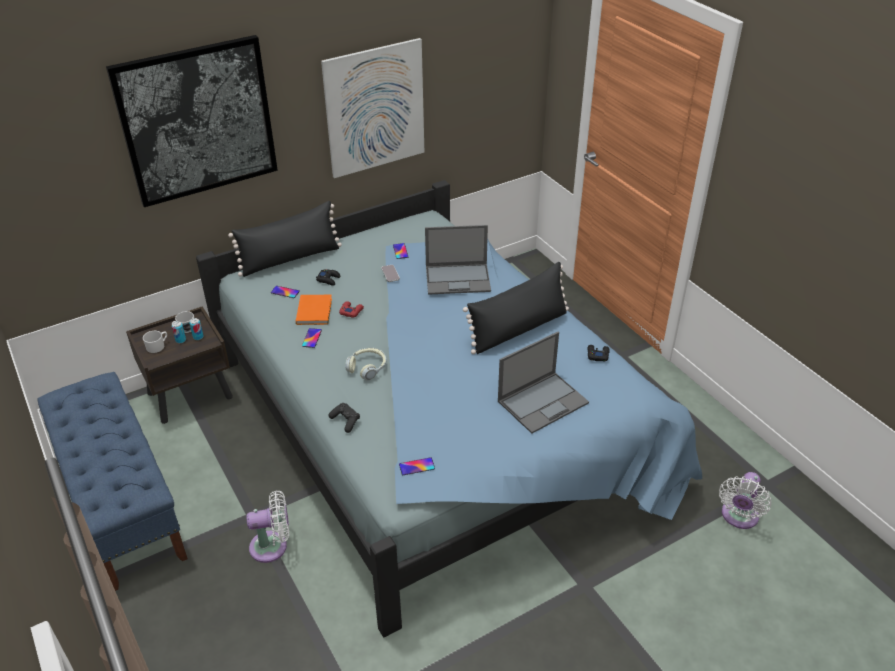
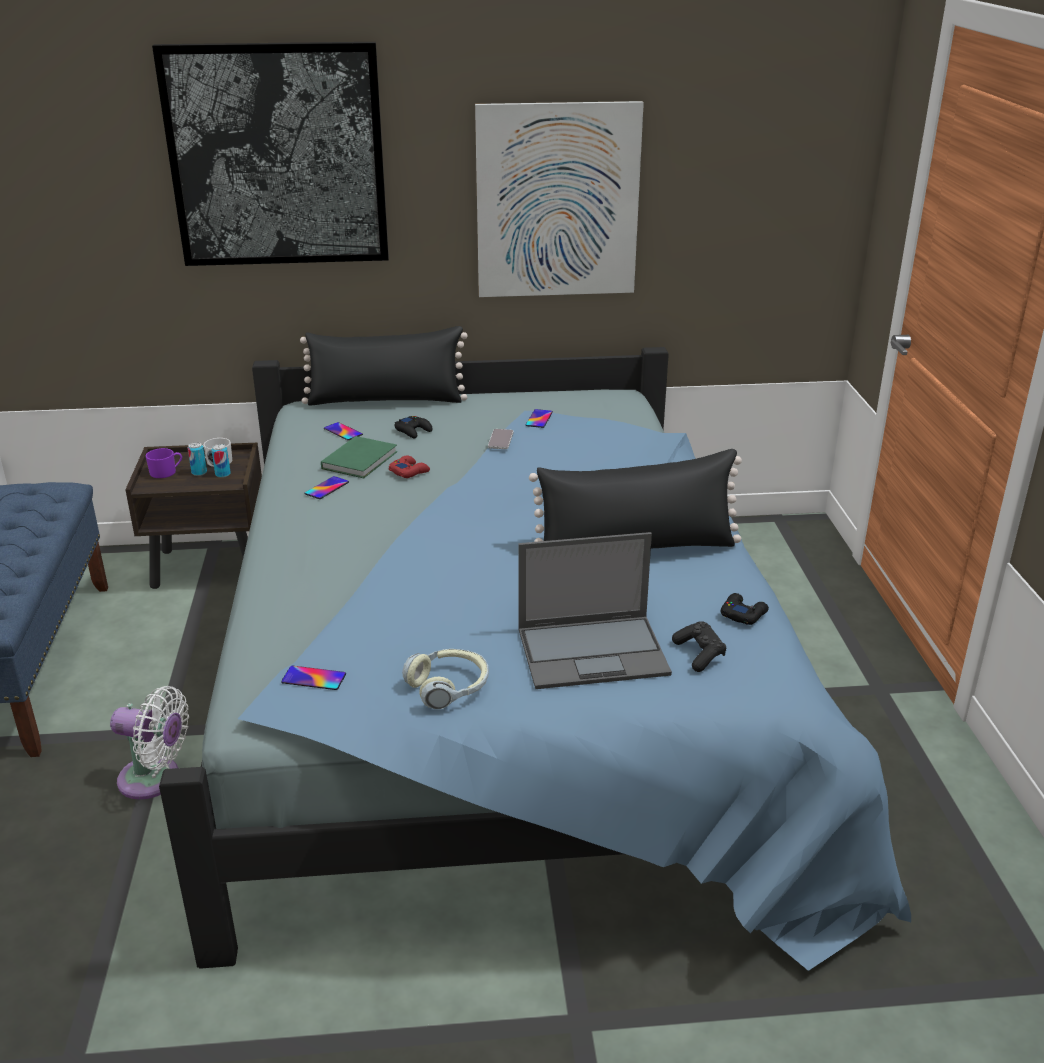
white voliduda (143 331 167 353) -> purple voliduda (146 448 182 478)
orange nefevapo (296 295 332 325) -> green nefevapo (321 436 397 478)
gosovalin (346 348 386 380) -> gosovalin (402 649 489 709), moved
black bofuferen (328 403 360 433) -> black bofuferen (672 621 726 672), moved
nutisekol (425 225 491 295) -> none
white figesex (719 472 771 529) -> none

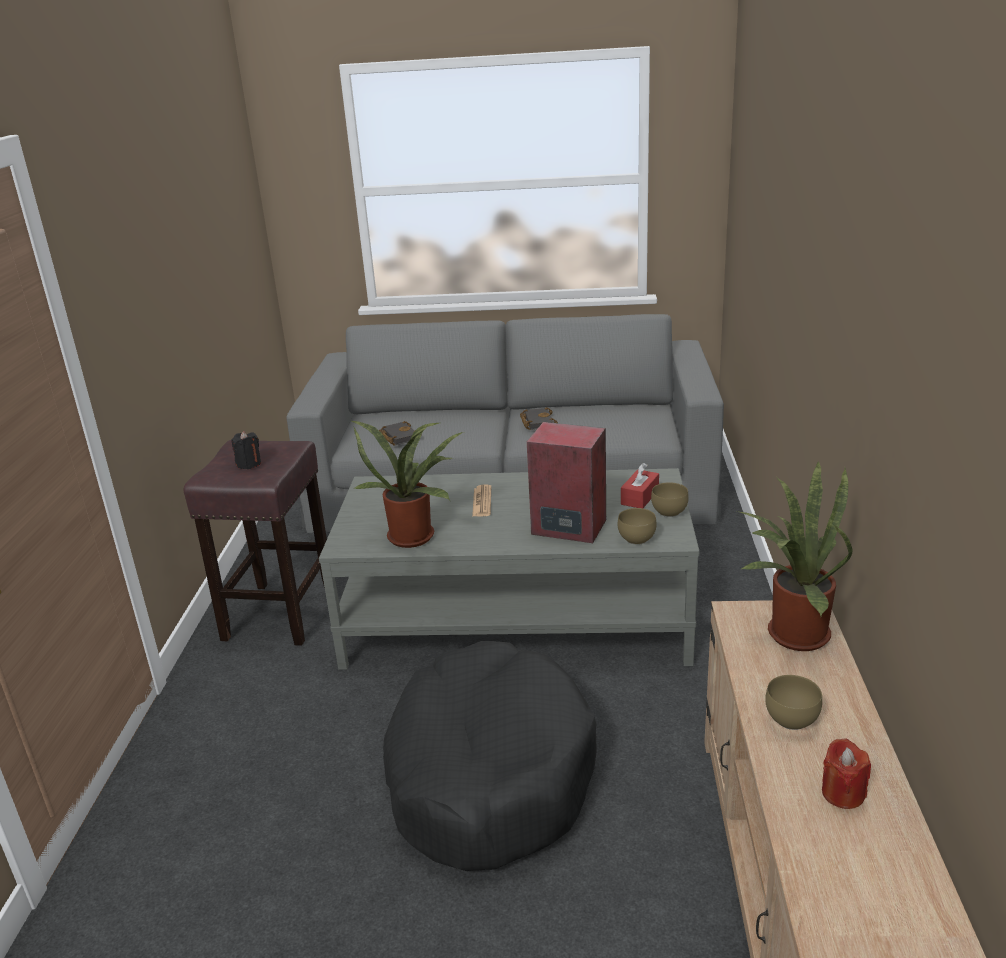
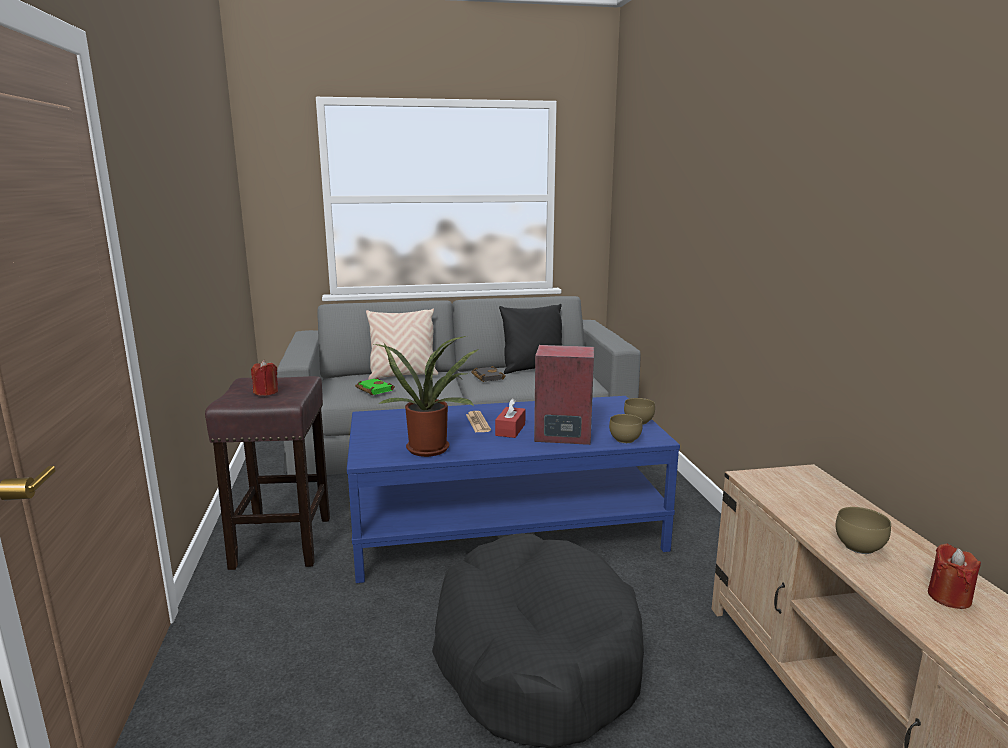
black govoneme (232 431 261 469) -> red govoneme (251 360 278 396)
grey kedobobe (319 468 699 670) -> blue kedobobe (347 396 680 583)
black nefevapo (379 421 422 445) -> green nefevapo (355 377 395 395)
none -> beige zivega (366 309 438 380)
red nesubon (621 463 659 508) -> red nesubon (495 398 525 438), moved
none -> black zivega (499 304 562 374)
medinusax (737 460 852 651) -> none

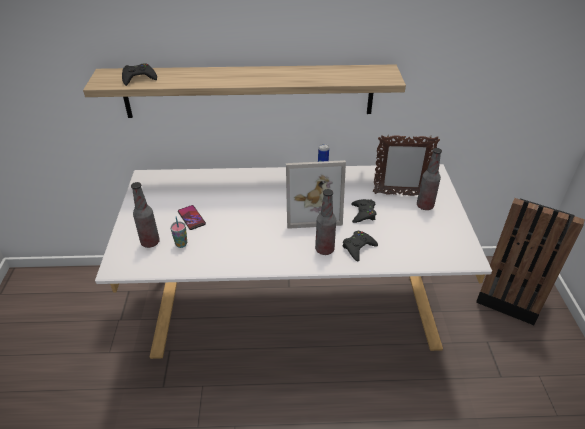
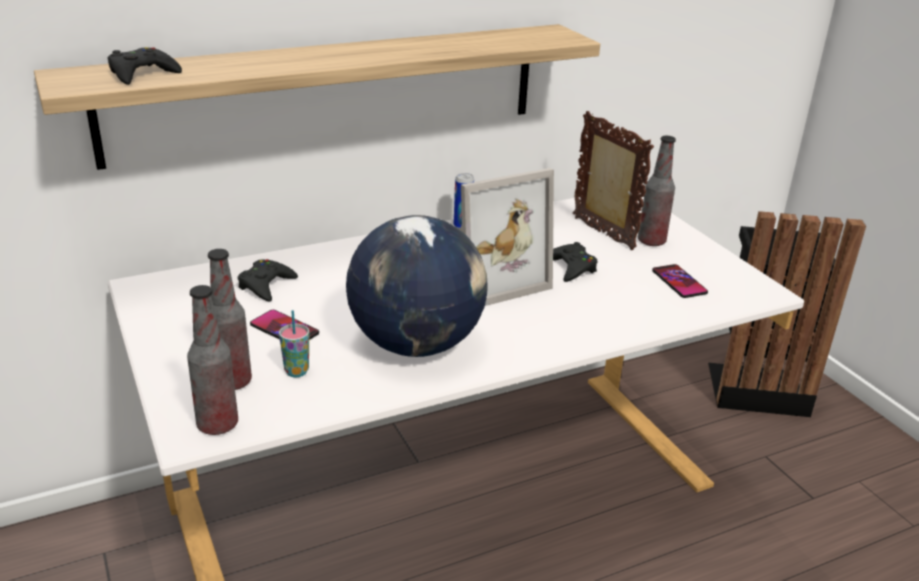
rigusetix (315 189 336 255) -> rigusetix (187 285 238 435), moved
black bofuferen (342 231 378 261) -> black bofuferen (238 259 298 302), moved
none -> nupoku (346 215 488 357)
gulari (373 135 440 196) -> gulari (573 111 654 250), 105 degrees counterclockwise
none -> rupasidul (652 264 708 298)

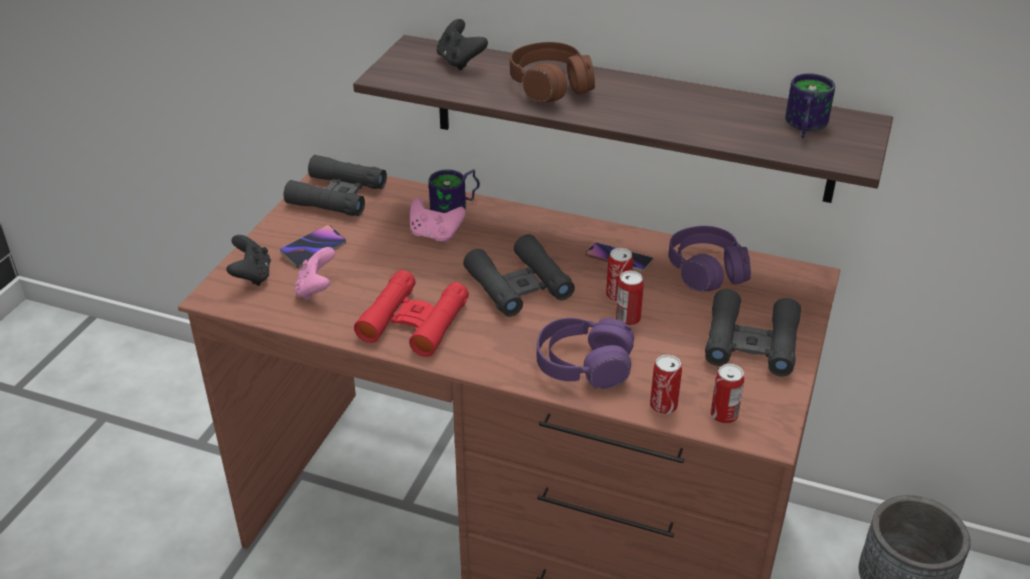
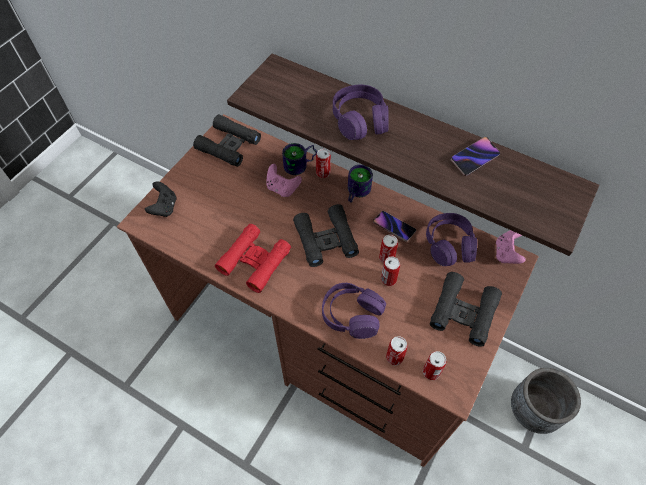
none -> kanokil (316 148 331 178)
brown gosovalin (510 42 595 102) -> purple gosovalin (333 85 389 140)
voliduda (785 73 835 138) -> voliduda (348 165 373 203), moved
rupasidul (280 225 346 268) -> rupasidul (450 137 500 176), moved
pink bofuferen (295 247 335 301) -> pink bofuferen (496 230 526 264), moved
black bofuferen (437 19 488 70) -> none

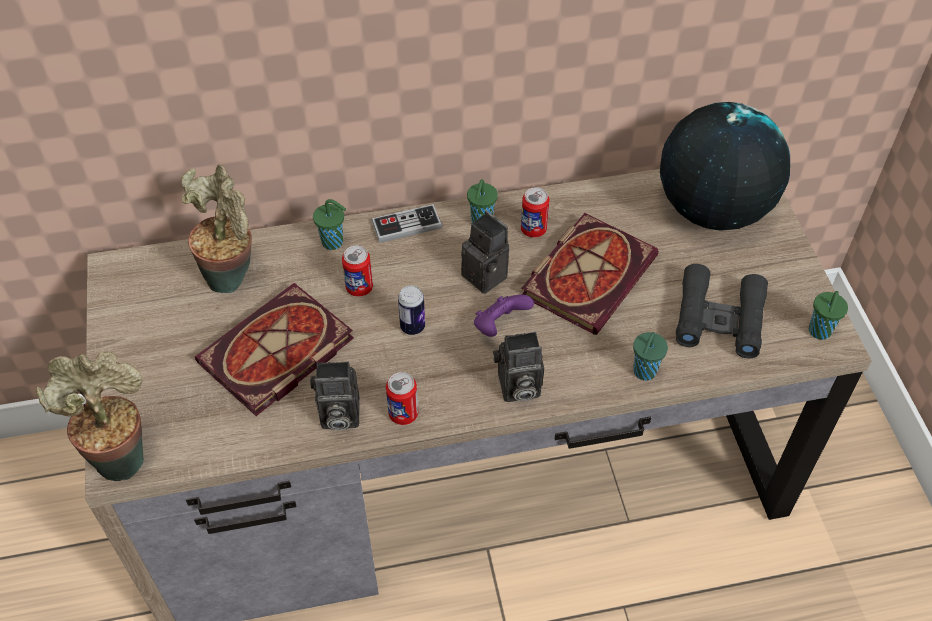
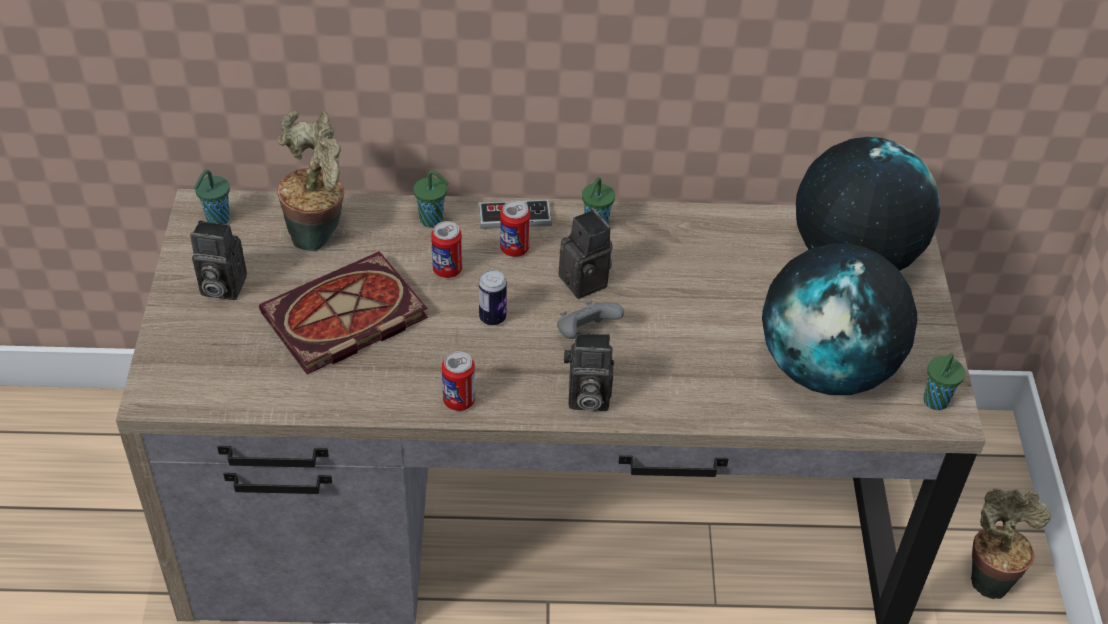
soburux (310 361 360 430) -> soburux (190 221 247 300), moved
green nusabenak (633 332 668 381) -> green nusabenak (194 170 230 224), moved
kanokil (521 187 549 238) -> kanokil (500 201 530 257), moved
purple bofuferen (474 295 534 337) -> grey bofuferen (557 300 624 339)
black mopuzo (676 264 768 358) -> nupoku (762 244 917 395)
medinusax (36 351 144 481) -> medinusax (971 488 1051 599), moved
nefevapo (521 213 659 335) -> none

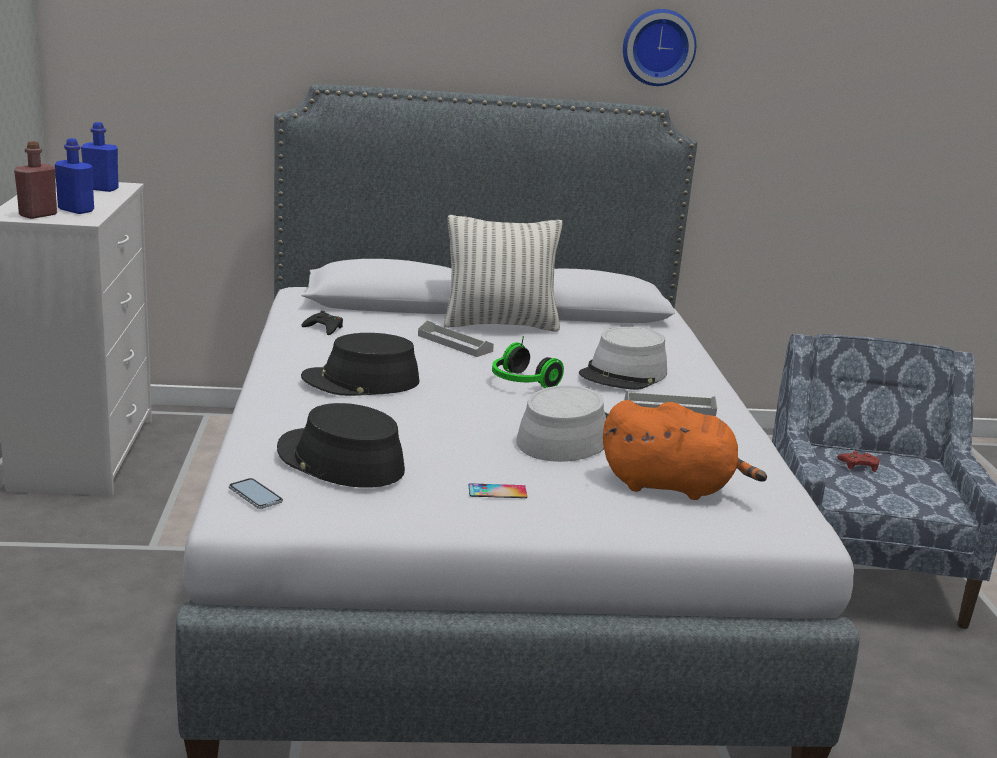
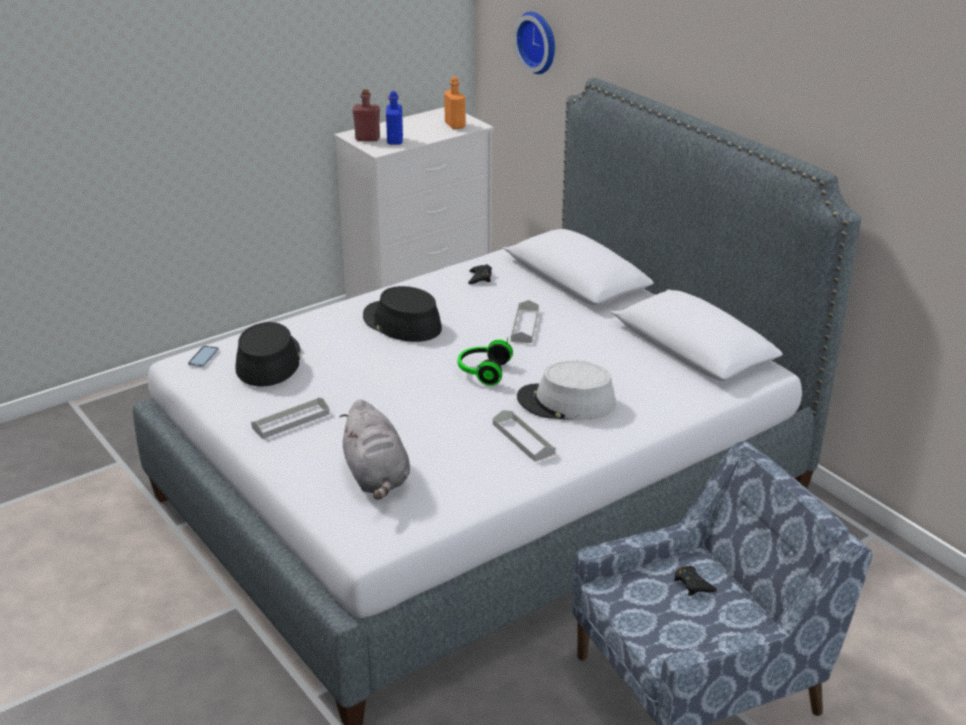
rupasidul (469 483 527 498) -> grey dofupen (251 398 330 439)
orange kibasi (603 400 767 500) -> grey kibasi (340 399 410 500)
blue rigusetix (81 122 119 192) -> orange rigusetix (444 77 465 129)
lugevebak (623 9 696 86) -> lugevebak (513 12 555 74), moved
red bofuferen (837 451 879 472) -> black bofuferen (674 566 717 596)
zivega (443 215 563 332) -> none
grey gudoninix (516 385 609 462) -> none

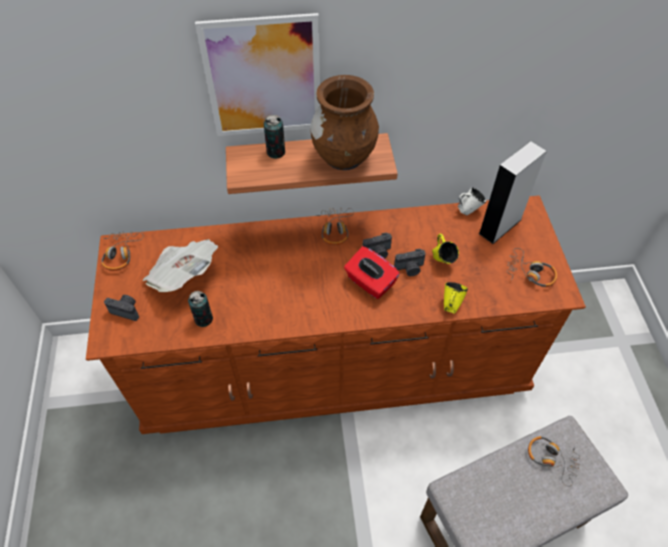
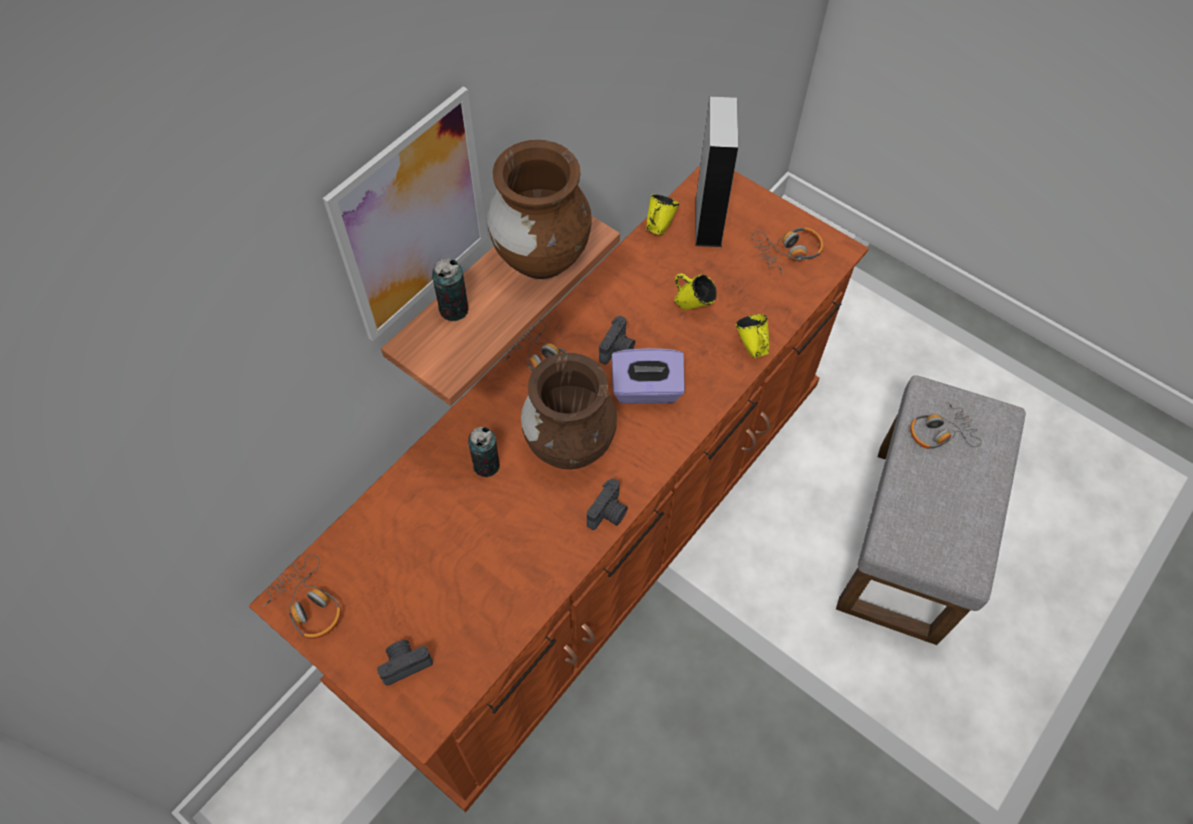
kanokil (188 291 213 327) -> kanokil (468 427 500 477), moved
none -> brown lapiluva (521 353 617 469)
soburux (394 249 426 276) -> soburux (587 478 628 530), moved
red nesubon (344 246 400 299) -> purple nesubon (611 348 685 404)
white voliduda (458 187 486 216) -> yellow voliduda (647 194 679 235)
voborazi (143 239 218 292) -> none

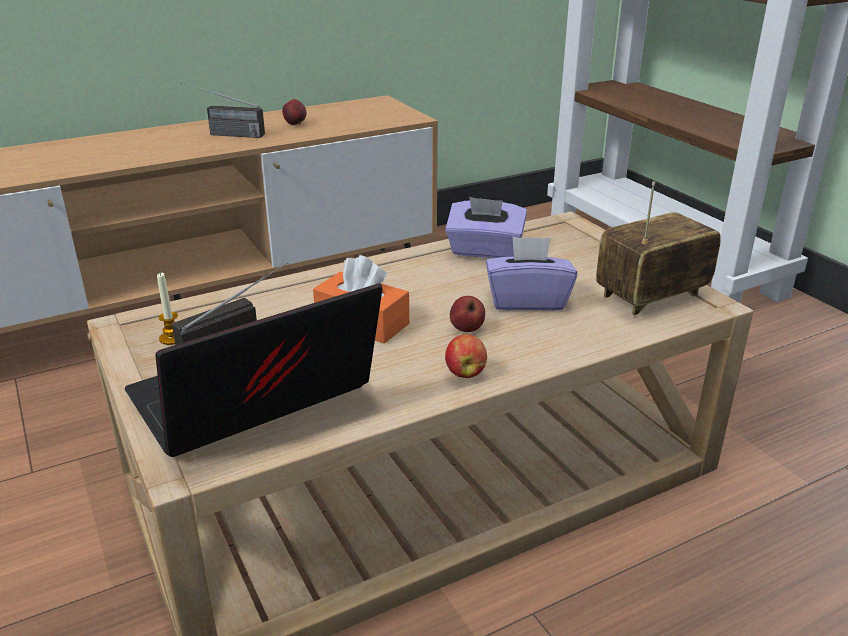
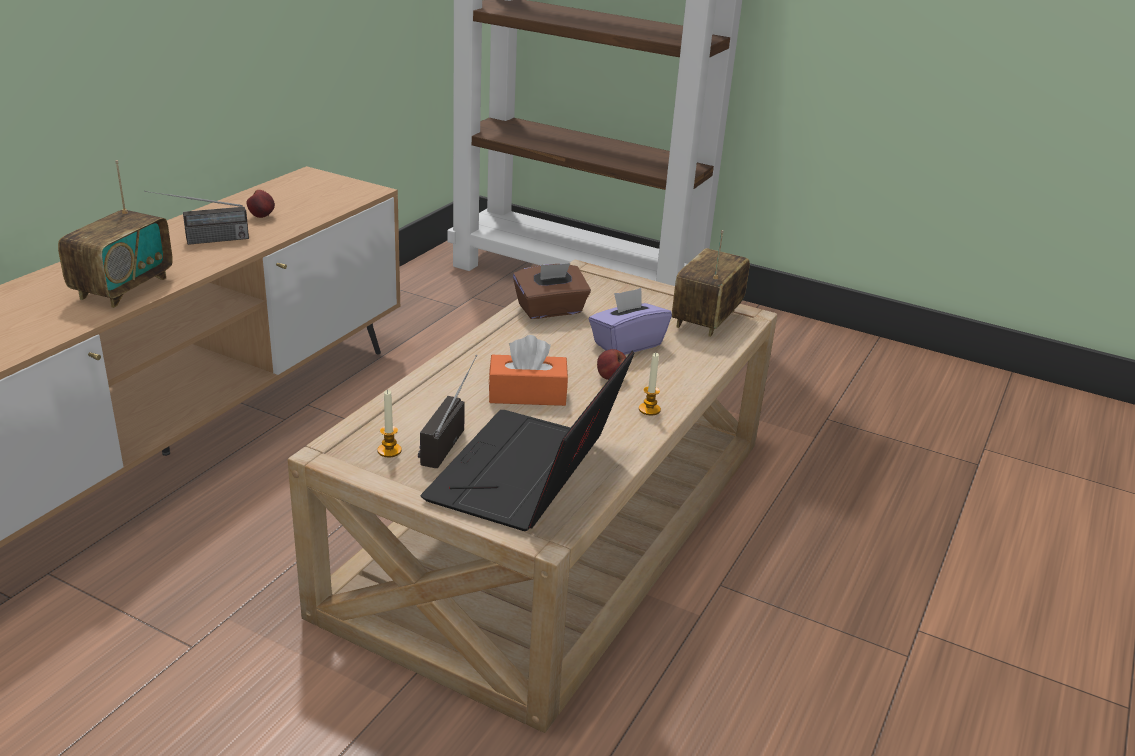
none -> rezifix (58 160 173 308)
purple nesubon (445 197 527 258) -> brown nesubon (513 263 591 319)
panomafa (445 334 487 378) -> govoneme (639 353 661 416)

